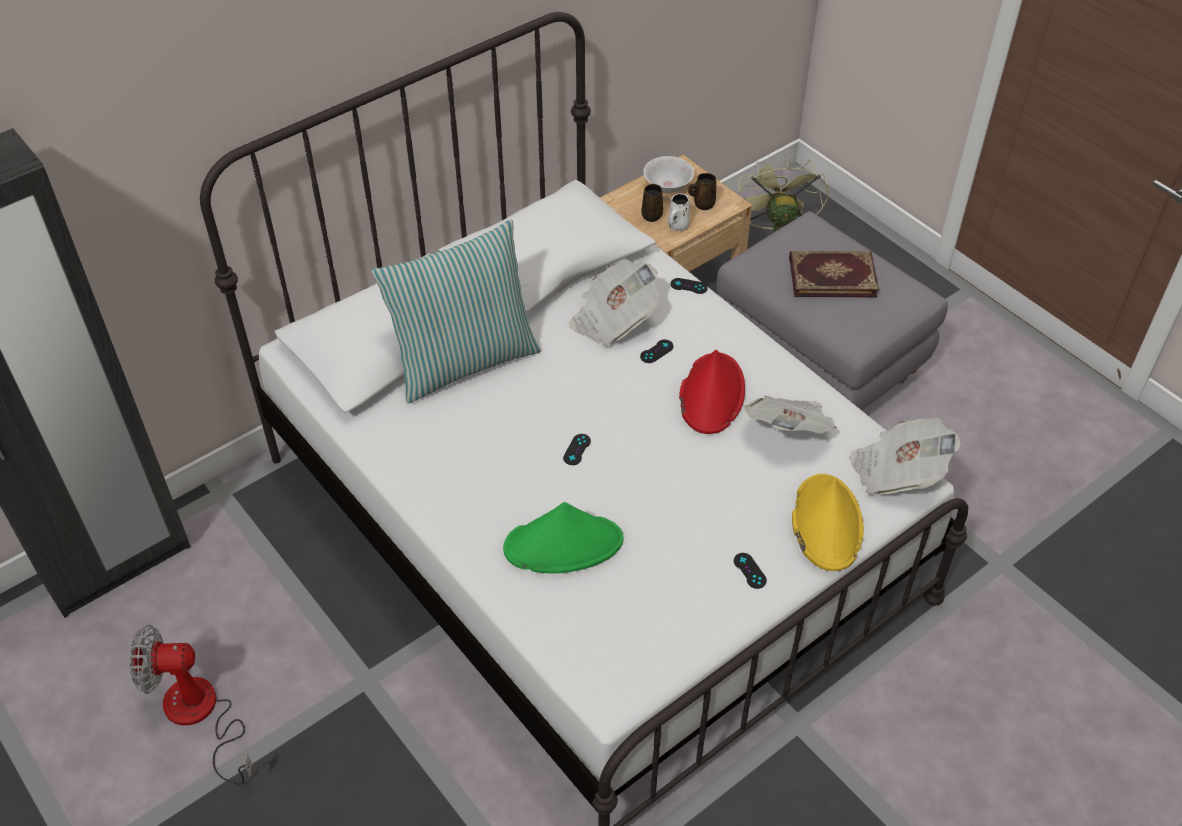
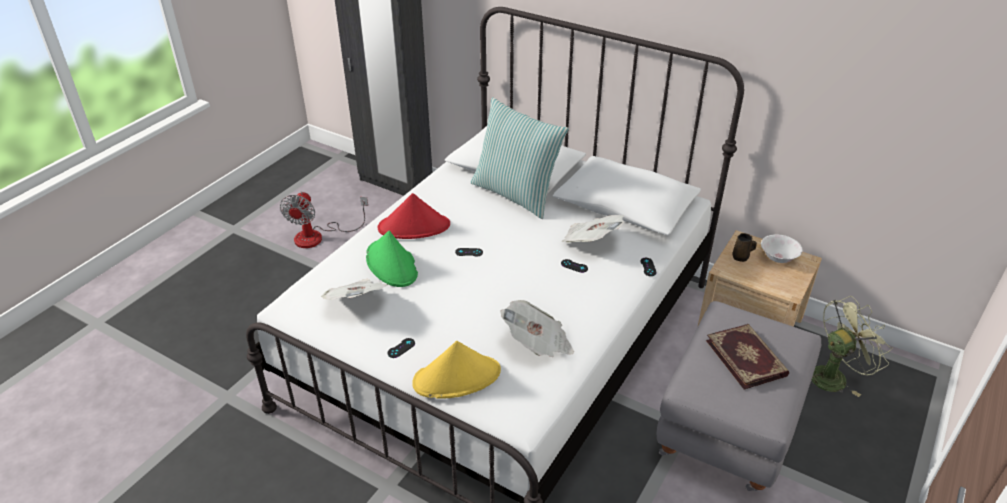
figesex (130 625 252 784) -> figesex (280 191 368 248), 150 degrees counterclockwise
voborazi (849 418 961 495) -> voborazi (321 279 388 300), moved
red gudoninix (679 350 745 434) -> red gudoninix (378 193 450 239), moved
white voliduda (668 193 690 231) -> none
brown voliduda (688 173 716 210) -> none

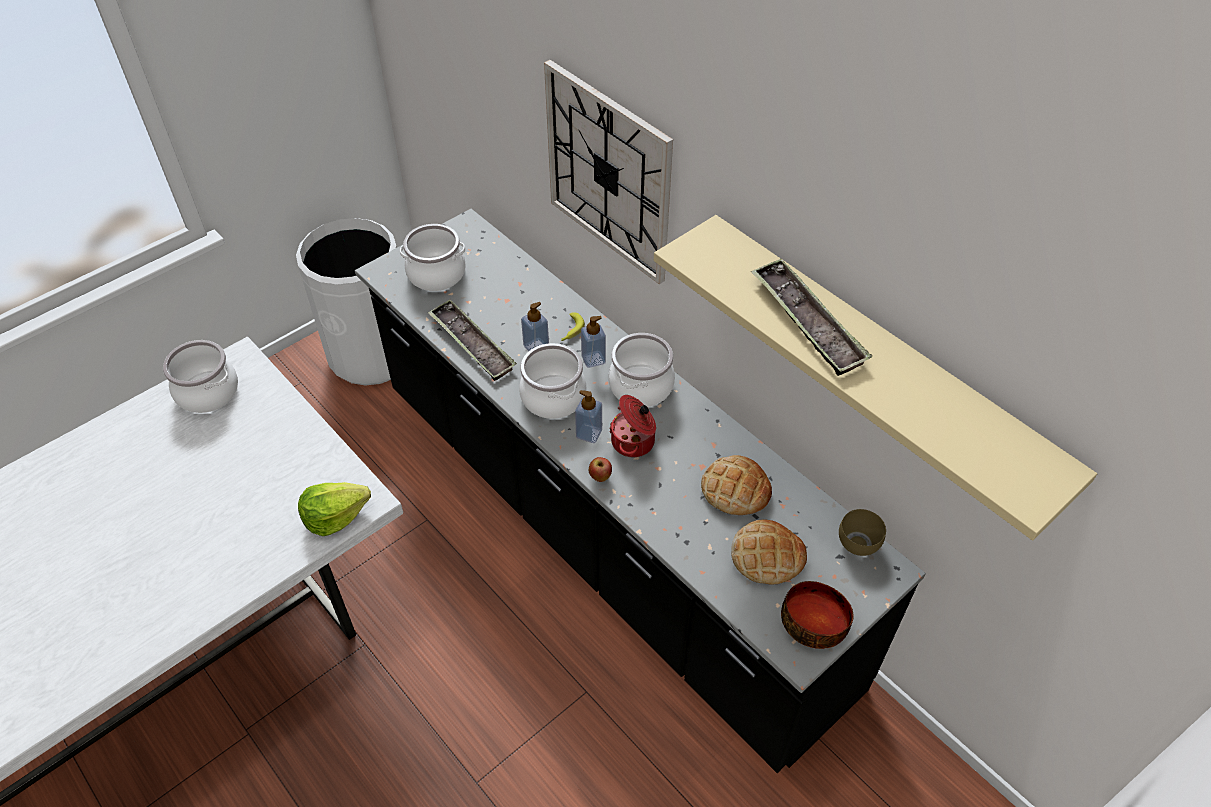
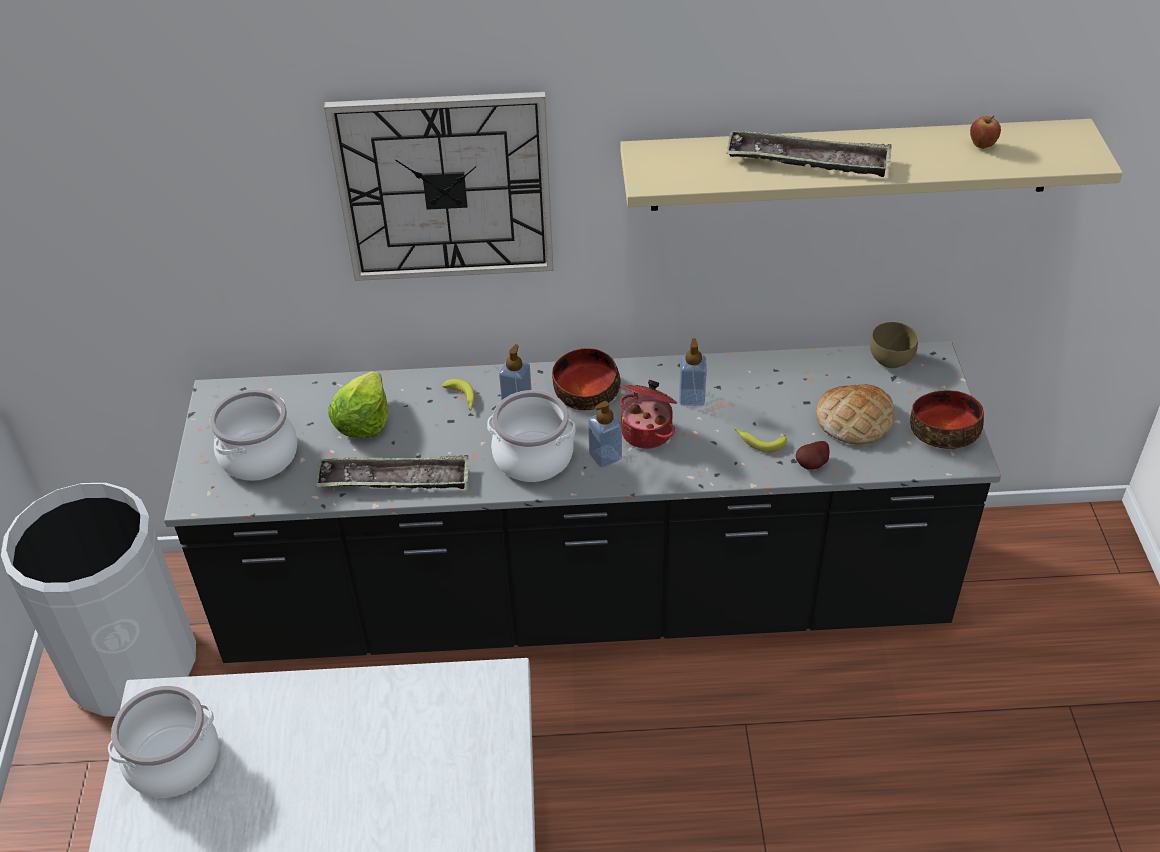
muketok (298 482 371 536) -> muketok (328 371 388 438), moved
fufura (608 333 675 407) -> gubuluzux (552 348 621 410)
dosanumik (521 302 549 351) -> dosanumik (679 338 707 406), moved
none -> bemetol (734 428 787 453)
none -> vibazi (796 441 829 470)
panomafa (589 457 612 482) -> panomafa (970 116 1001 149), moved
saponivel (701 455 772 515) -> none

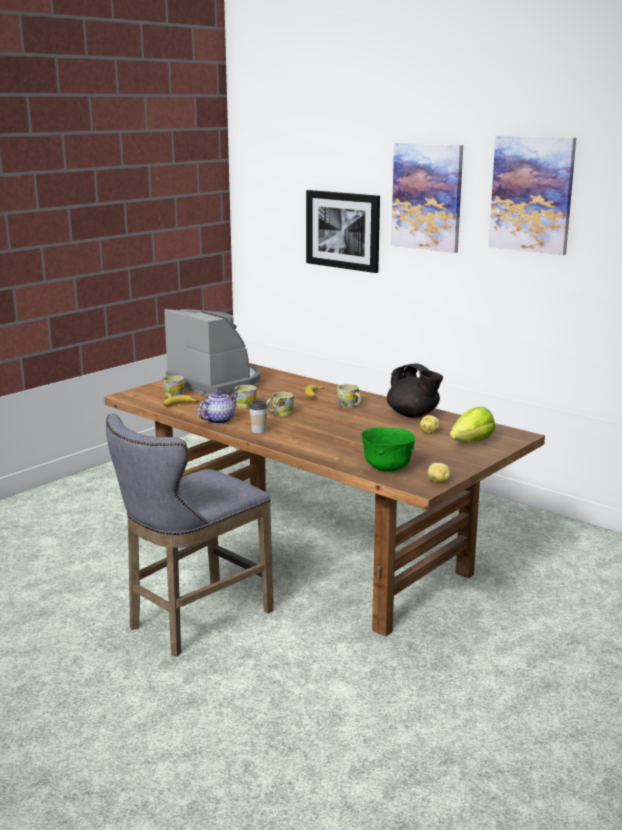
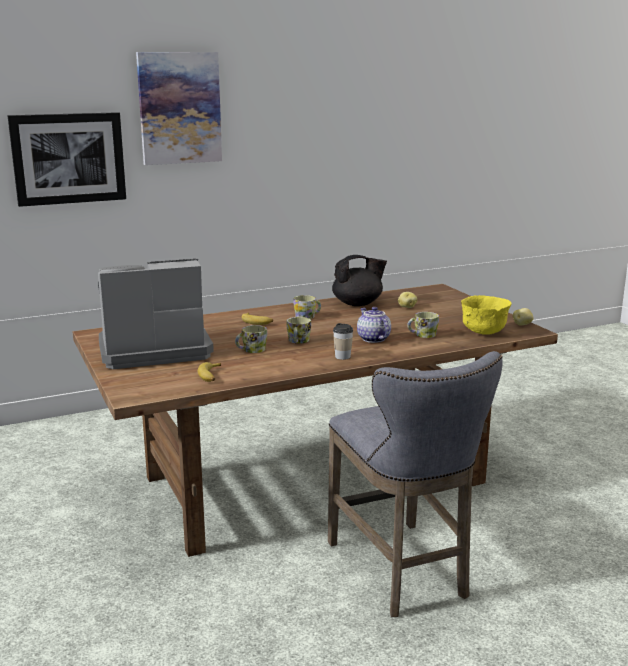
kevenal (198 391 238 424) -> kevenal (357 307 391 343), moved
voliduda (163 375 184 398) -> voliduda (407 312 439 338), moved
green gubuluzux (361 427 415 472) -> yellow gubuluzux (461 295 512 335)
muketok (450 407 495 443) -> none
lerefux (489 136 576 255) -> none

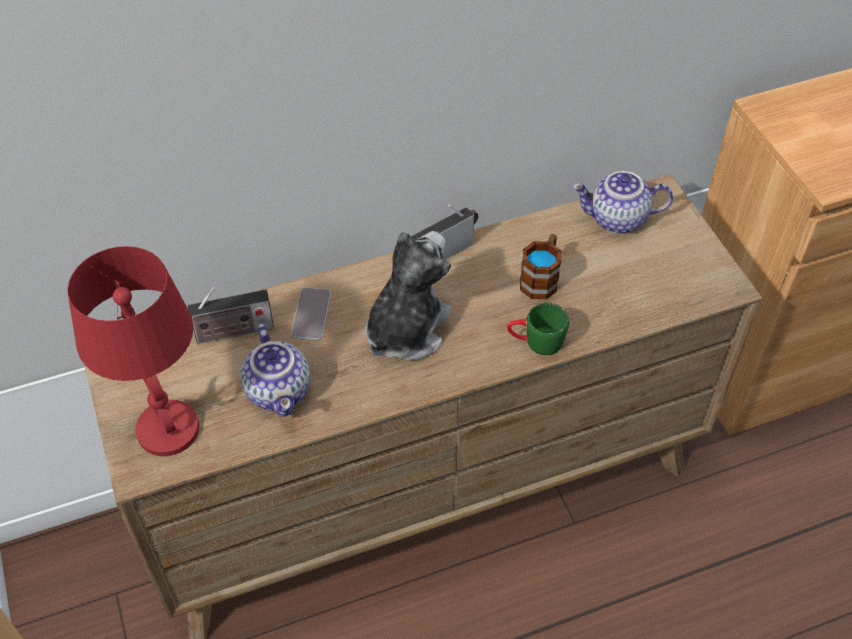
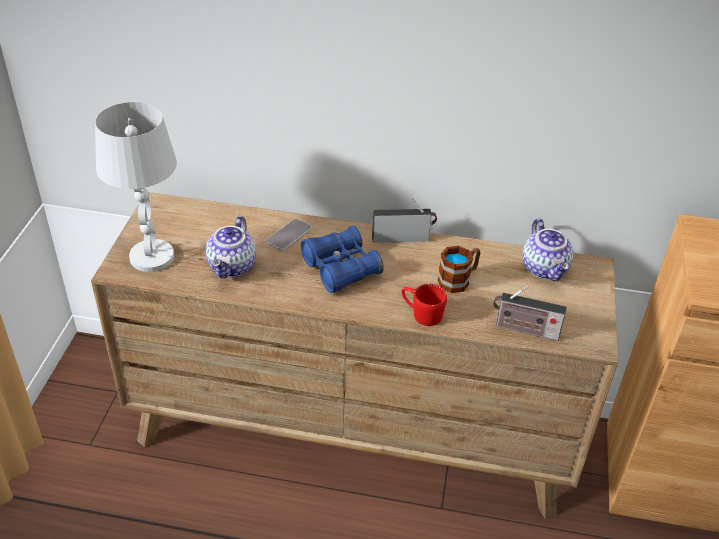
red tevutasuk (68 246 199 456) -> white tevutasuk (95 102 177 272)
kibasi (365 231 452 361) -> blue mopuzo (301 226 384 293)
green voliduda (507 302 569 355) -> red voliduda (401 284 447 326)
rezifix (188 287 274 344) -> rezifix (493 286 567 341), moved
kevenal (572 171 673 233) -> kevenal (523 218 573 281), 135 degrees counterclockwise

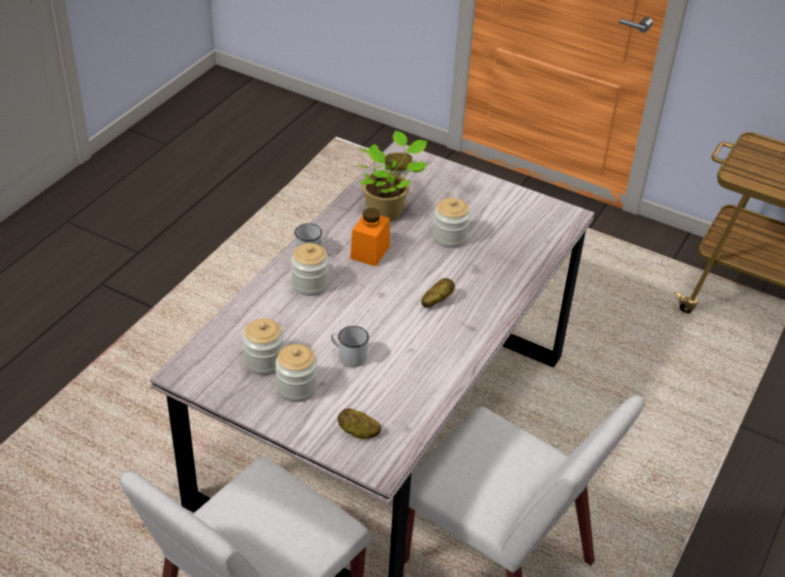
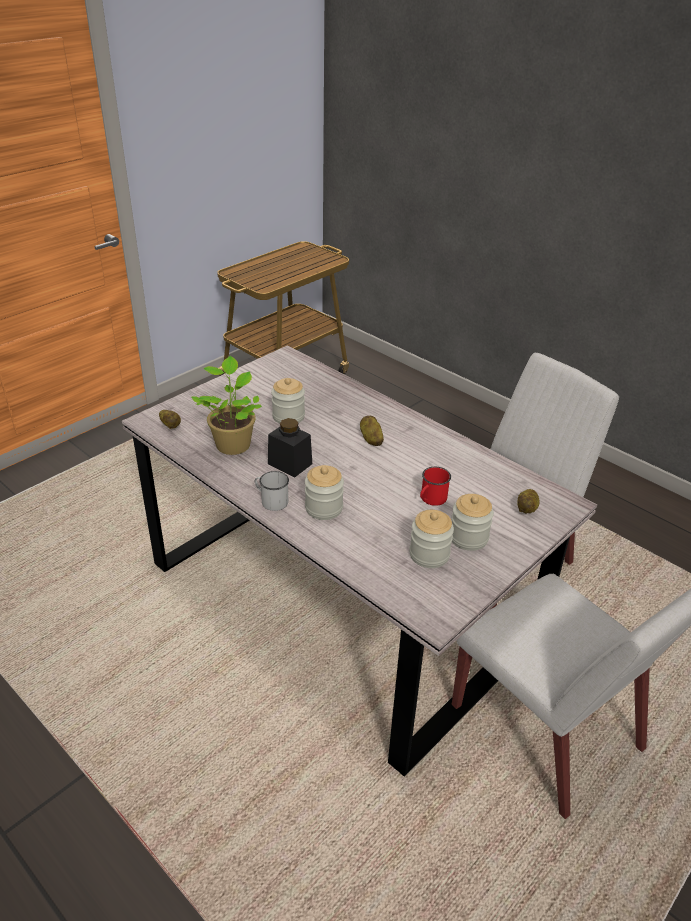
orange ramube (350 208 390 267) -> black ramube (268 418 312 477)
white voliduda (331 326 369 367) -> red voliduda (420 467 451 506)

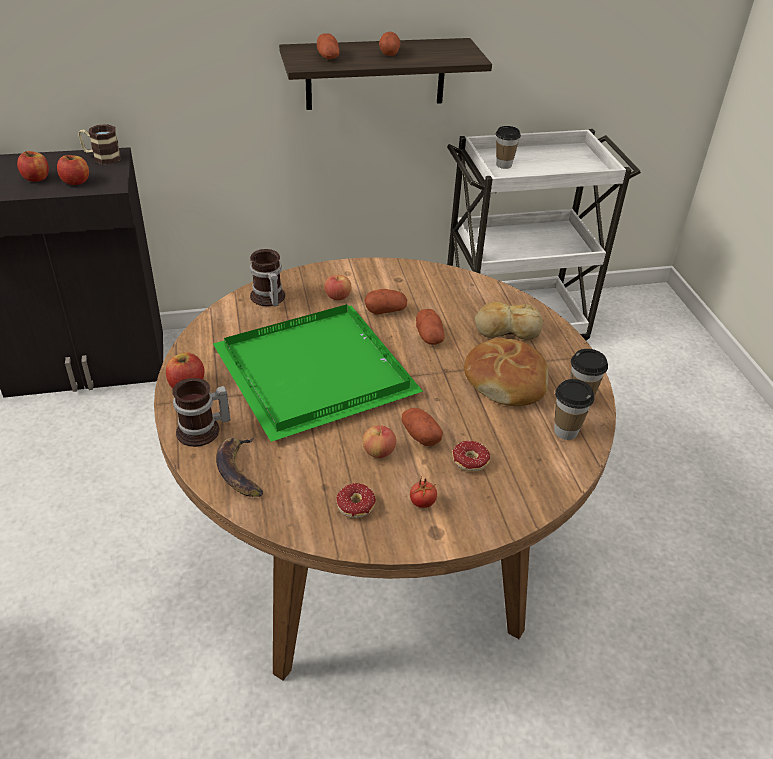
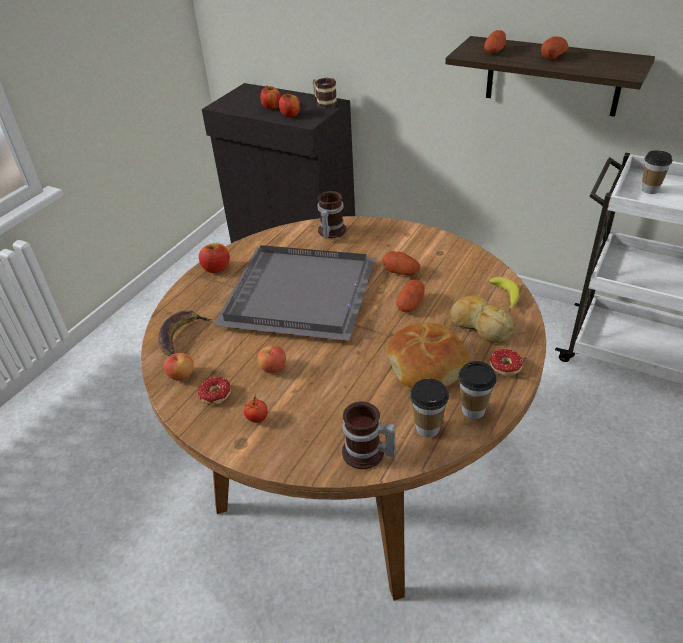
panomafa (324 275 351 300) -> panomafa (164 353 194 380), moved
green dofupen (213 304 423 442) -> grey dofupen (213 245 375 341)
voliduda (172 378 230 447) -> voliduda (342 401 396 469), moved
none -> bemetol (489 277 519 309)
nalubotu (453 441 490 471) -> nalubotu (490 349 523 376), moved
vibazi (402 408 443 446) -> none

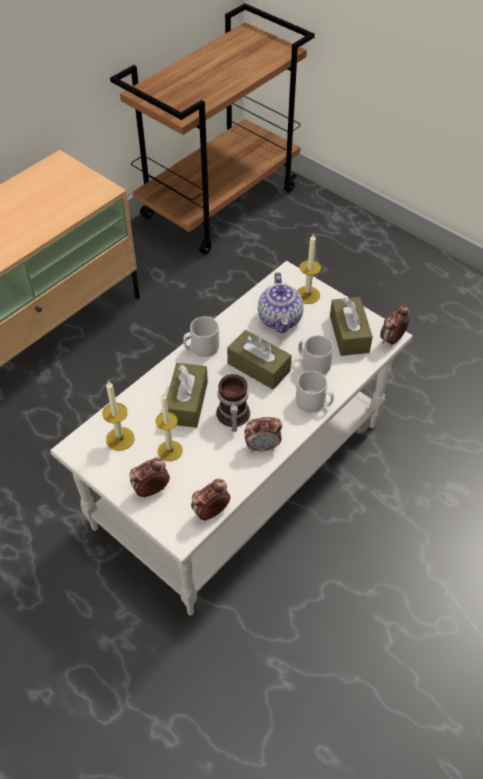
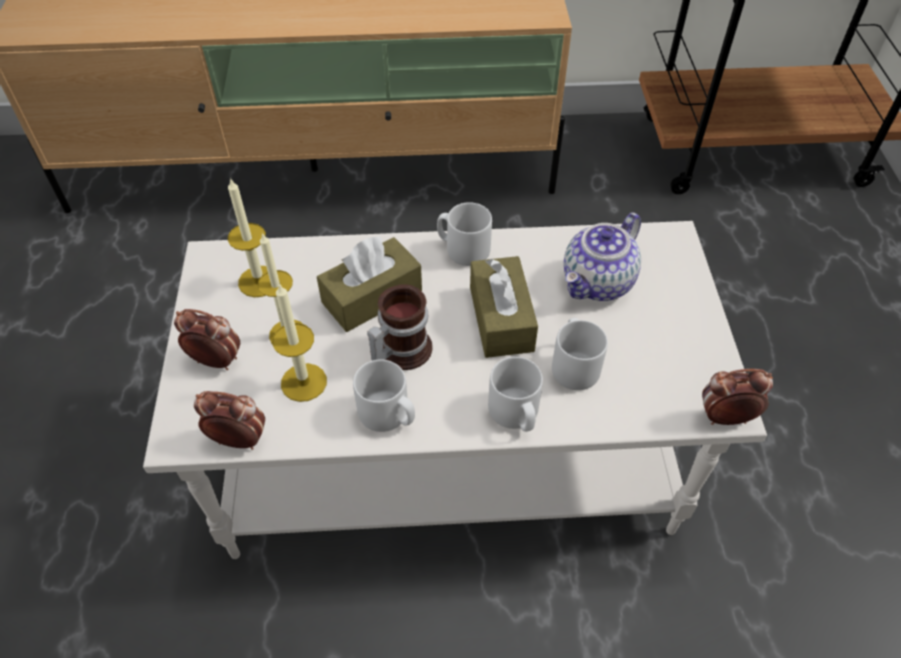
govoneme (297 233 321 304) -> govoneme (272 283 327 402), moved
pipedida (245 417 282 452) -> grey voliduda (353 359 415 432)
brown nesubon (330 297 373 356) -> none

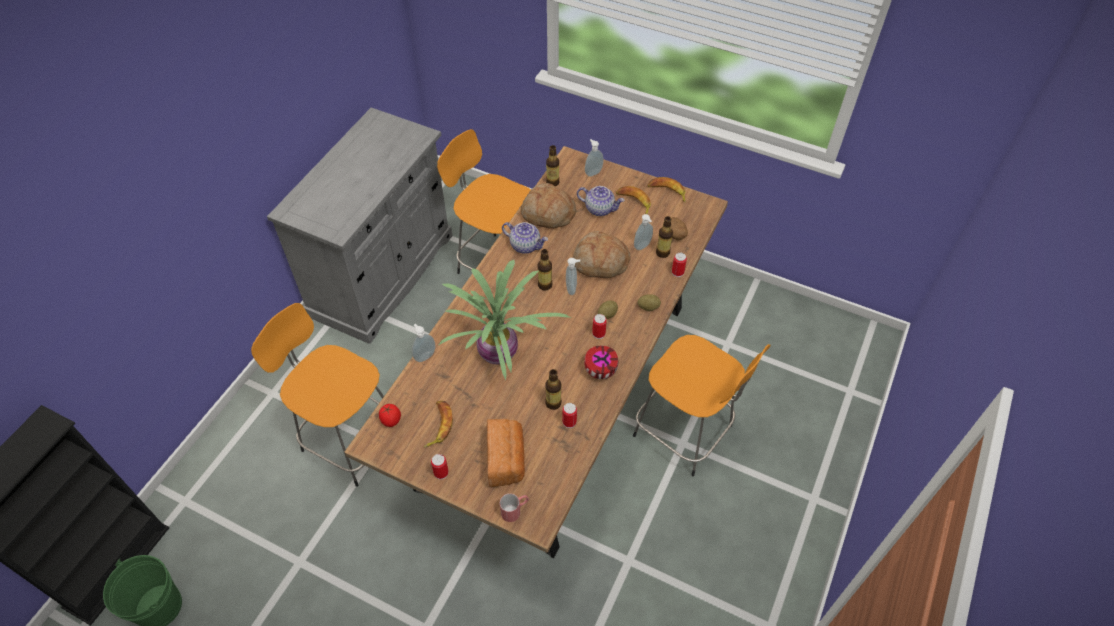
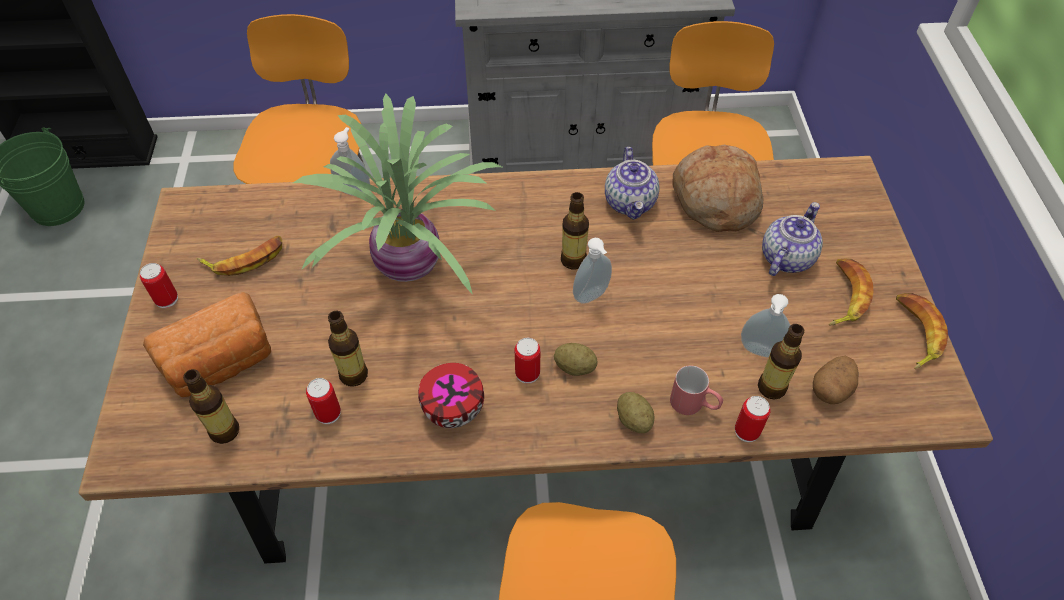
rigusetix (546 145 559 186) -> rigusetix (183 369 239 444), moved
red voliduda (500 493 529 522) -> red voliduda (670 365 723 415), moved
kevenal (577 186 625 216) -> kevenal (762 202 823 276), 135 degrees counterclockwise
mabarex (379 404 401 427) -> none
saponivel (573 231 630 278) -> none
dosanumik (585 139 604 177) -> none

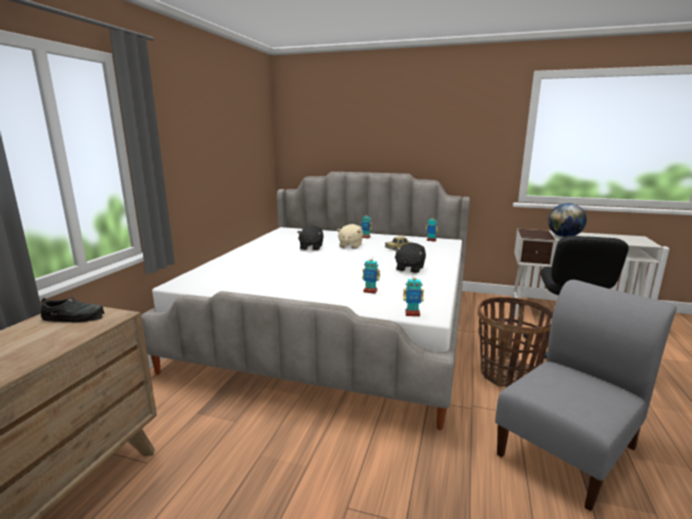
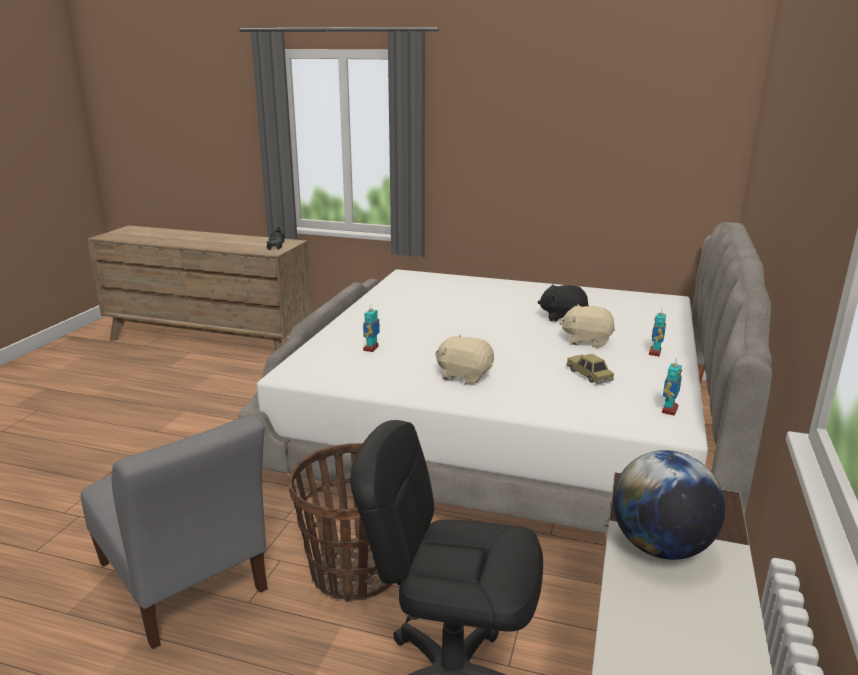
black kibasi (394 243 426 273) -> beige kibasi (435 334 494 385)
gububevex (403 276 424 316) -> none

